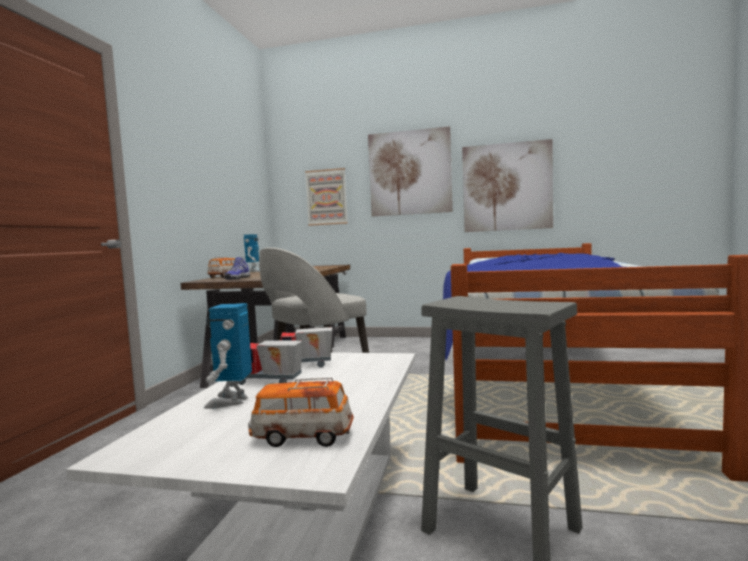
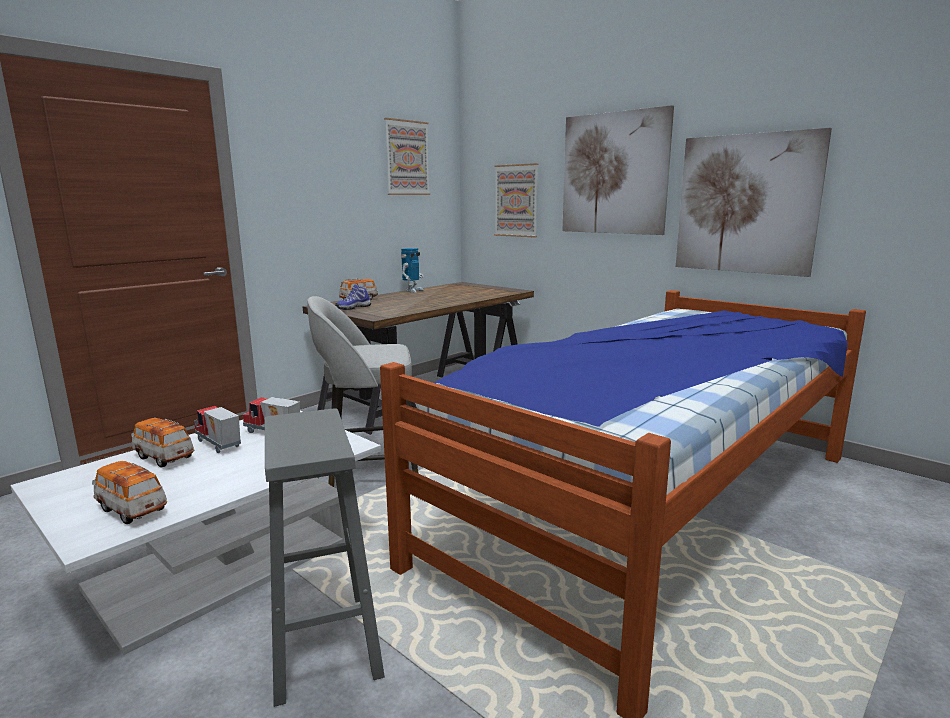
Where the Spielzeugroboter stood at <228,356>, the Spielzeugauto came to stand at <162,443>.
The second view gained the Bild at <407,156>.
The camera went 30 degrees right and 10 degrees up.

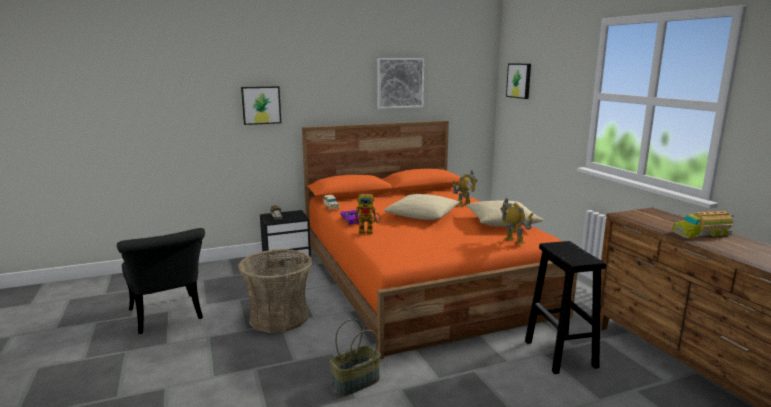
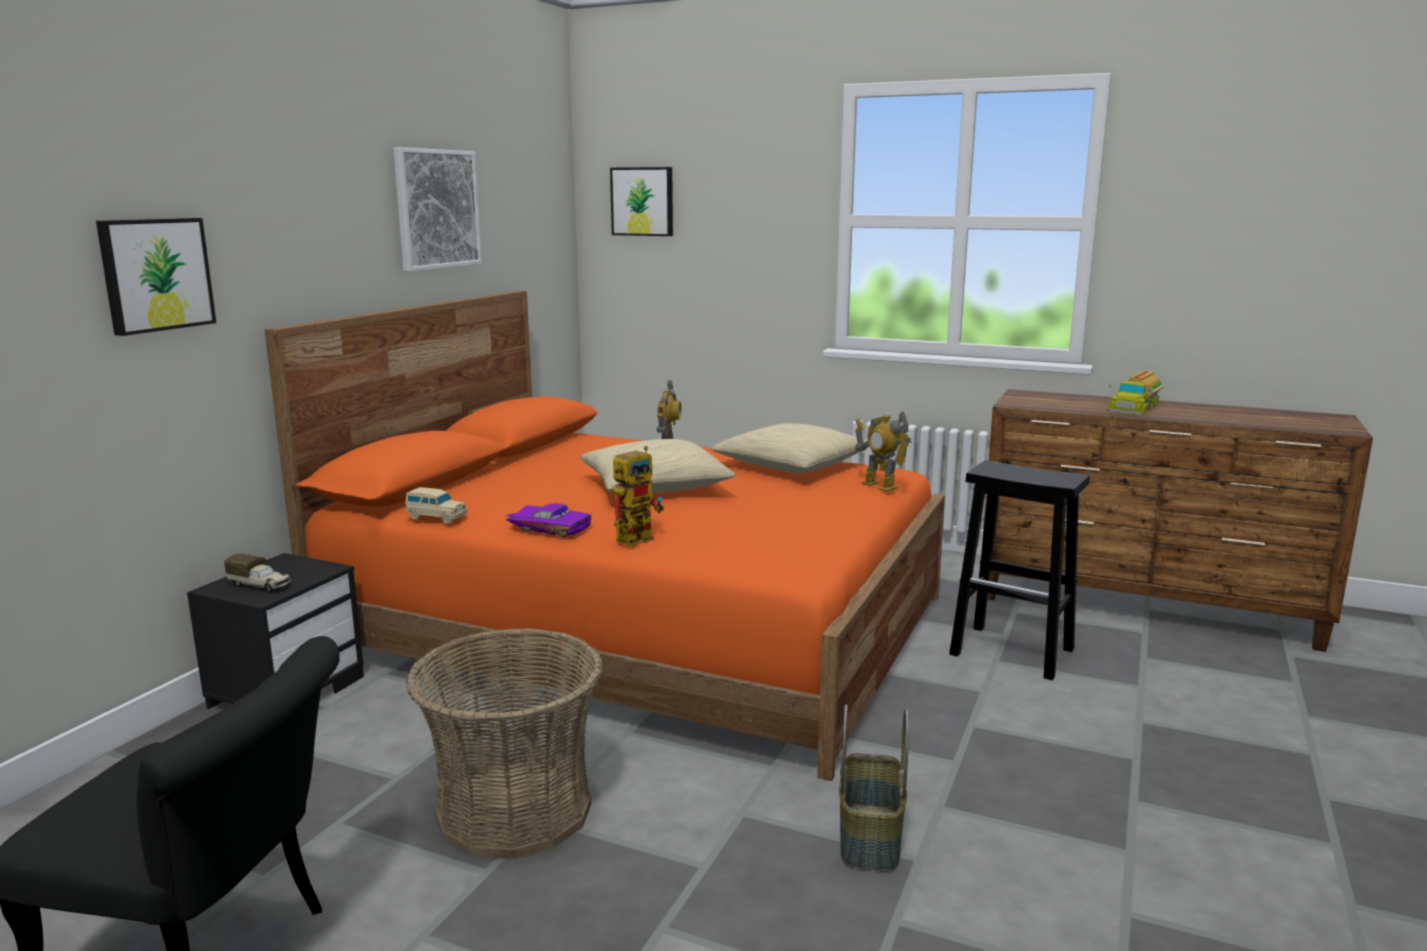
The Spielzeugroboter at <516,220> ended up facing another way, 135 degrees counterclockwise from before.
The camera went 45 degrees left and 0 degrees up.

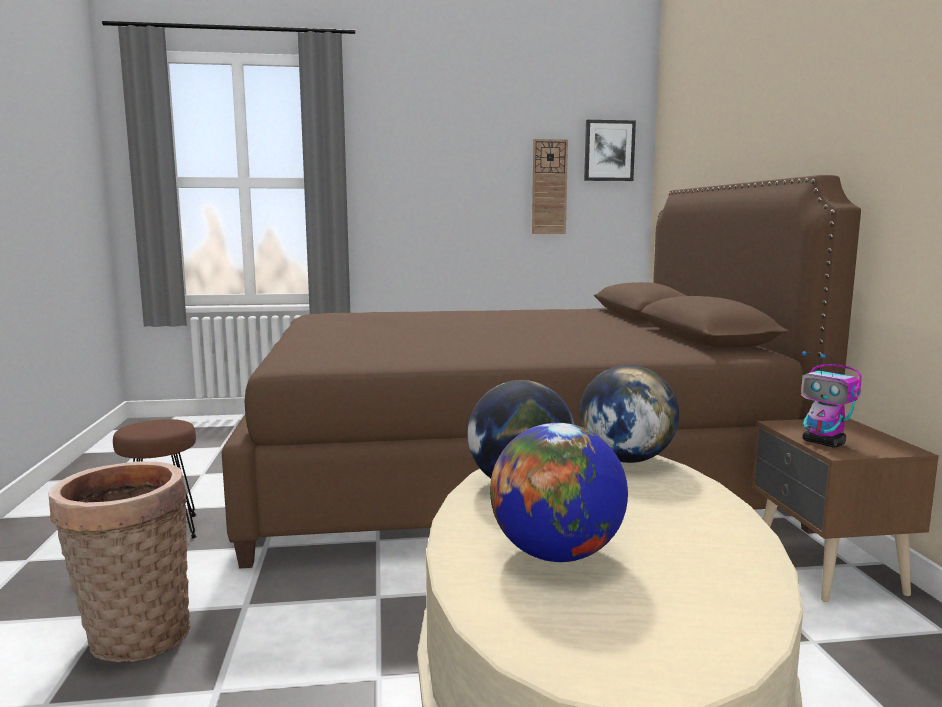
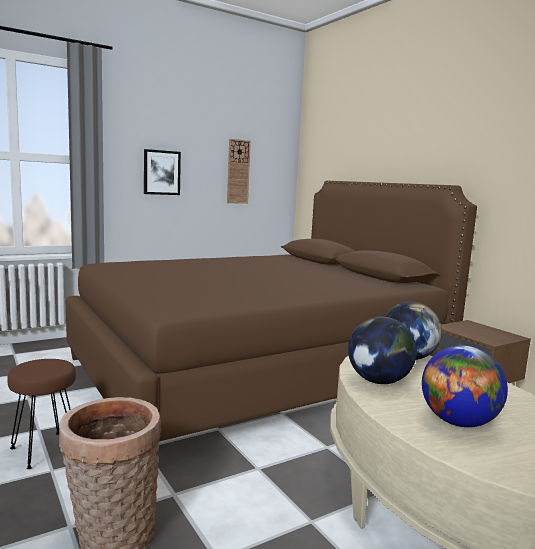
The Bild ended up elsewhere, having gone from <610,150> to <162,172>.
The second view lost the Spielzeugroboter at <831,399>.
The camera went 25 degrees left and 0 degrees up.

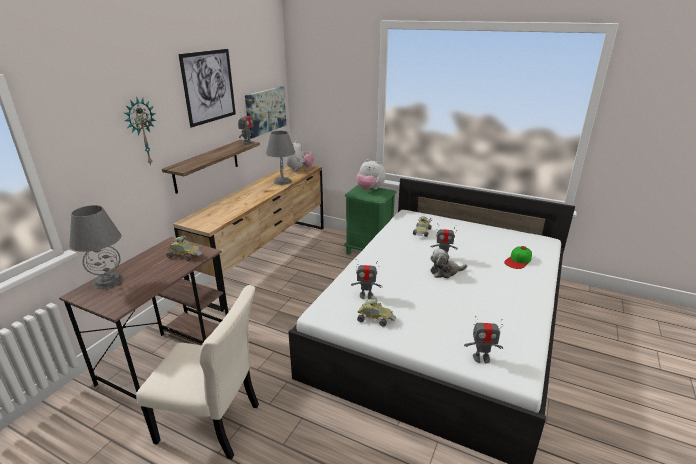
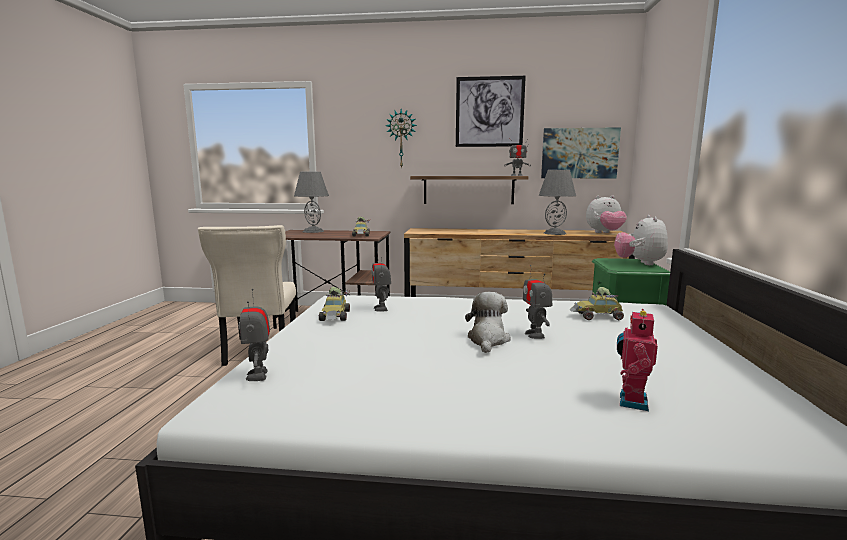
The Plüschtier at <448,263> ended up facing another way, 45 degrees clockwise from before.
Where the Kappe stood at <518,257>, the Spielzeugroboter came to stand at <637,360>.
The camera went 70 degrees right and 15 degrees down.

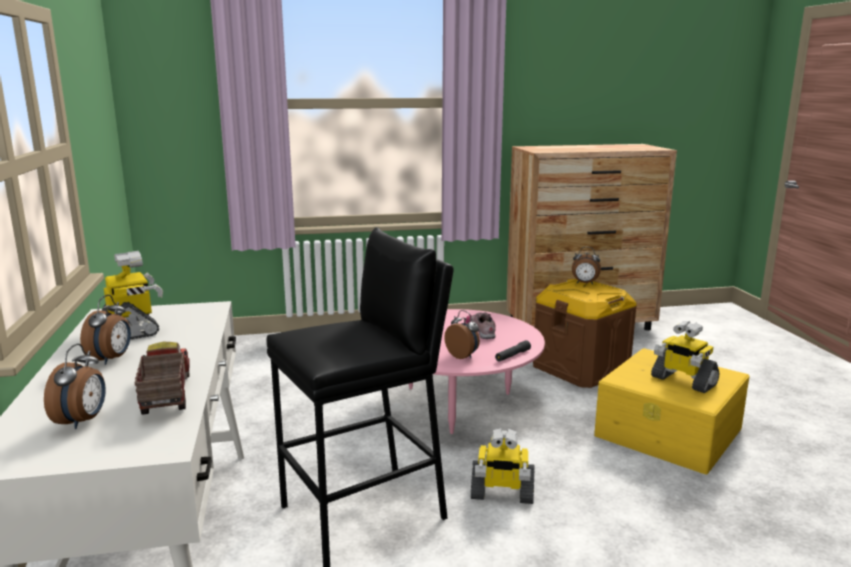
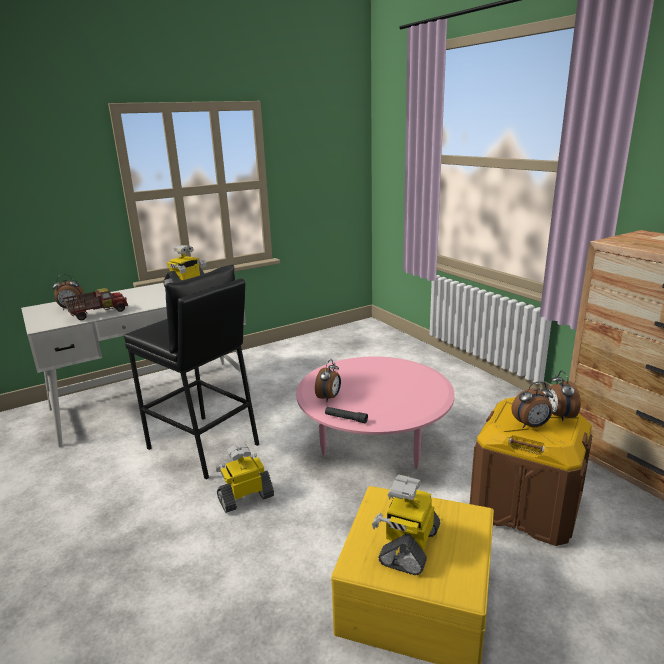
The Spielzeugroboter at <503,466> ended up facing another way, 75 degrees clockwise from before.
The Wecker ended up elsewhere, having gone from <105,330> to <532,404>.
The second view lost the Schuh at <481,325>.
The camera went 70 degrees right and 5 degrees up.

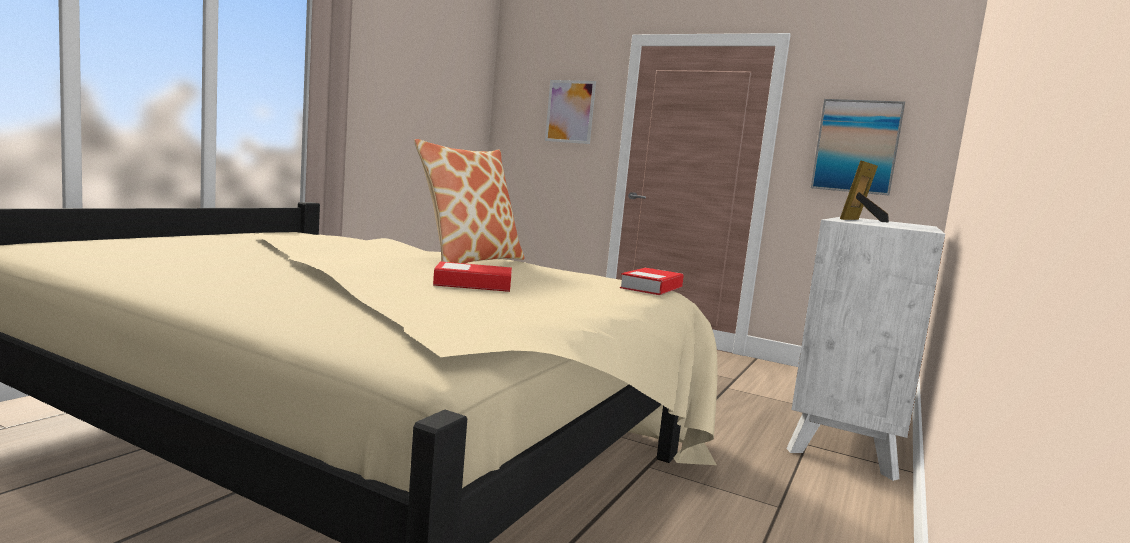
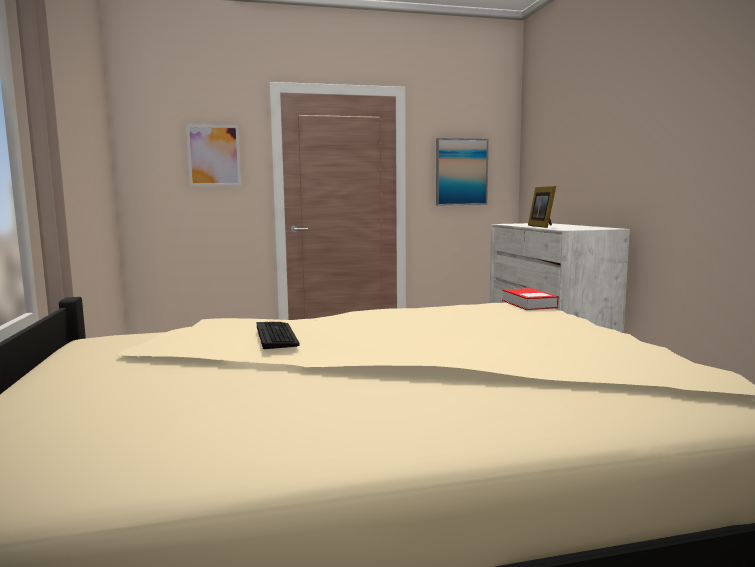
The second view gained the Tastatur at <278,335>.
The second view lost the Kissen at <469,201>.
The second view lost the Buch at <472,276>.
The camera went 40 degrees left and 0 degrees up.

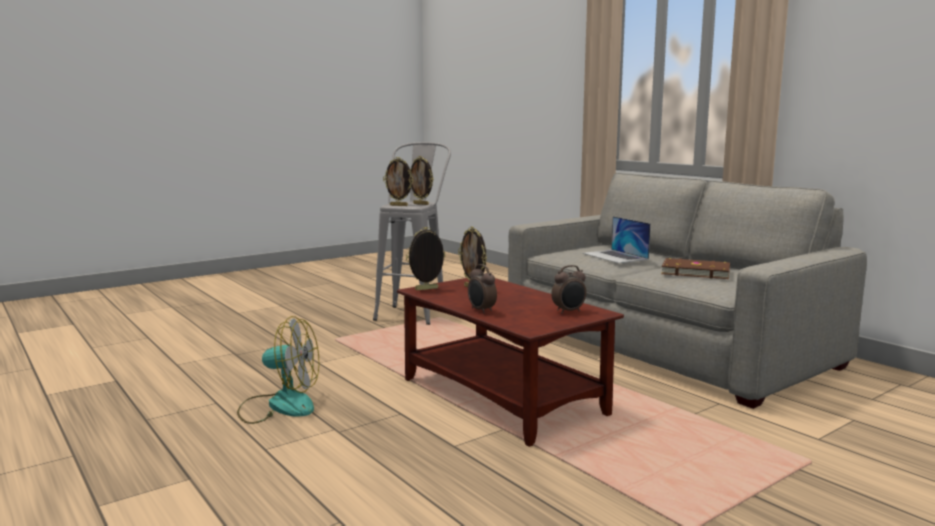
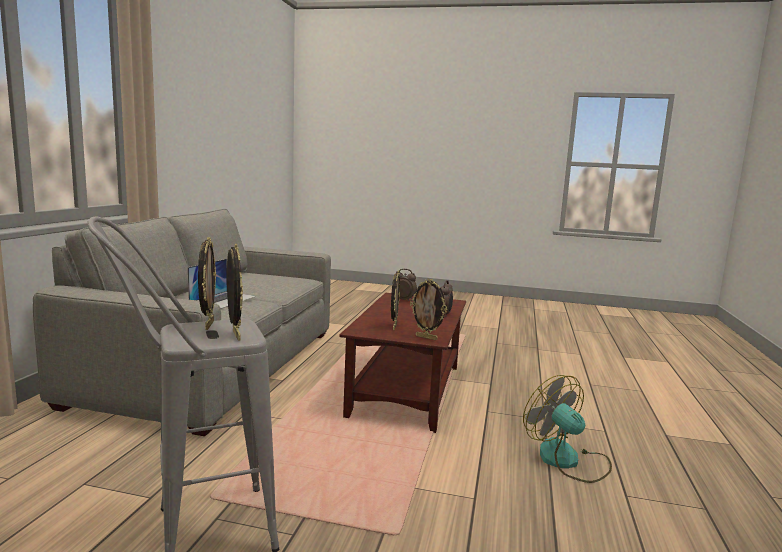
The second view lost the Buch [braun] at <695,268>.
The camera went 130 degrees left and 0 degrees up.

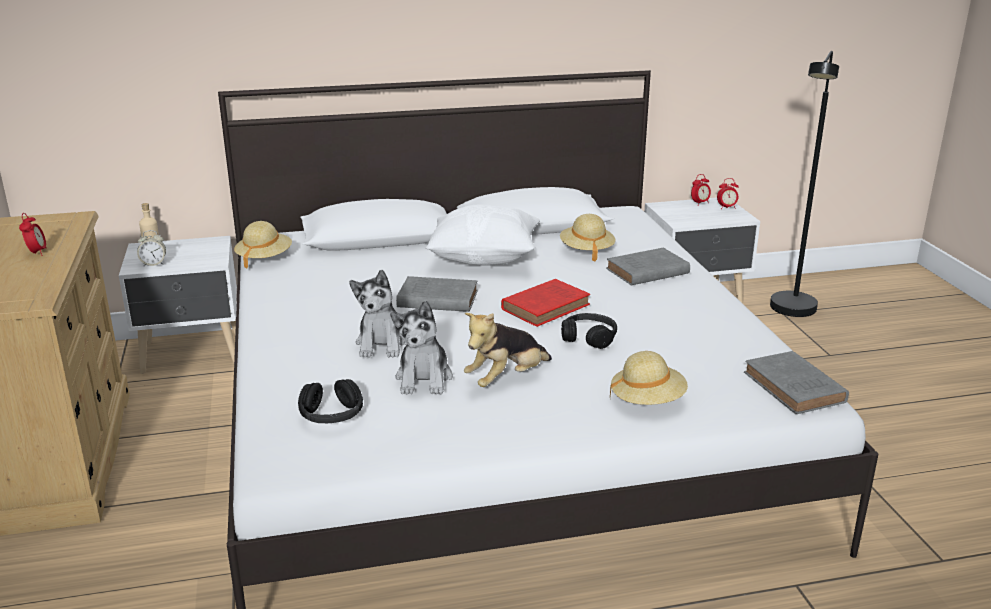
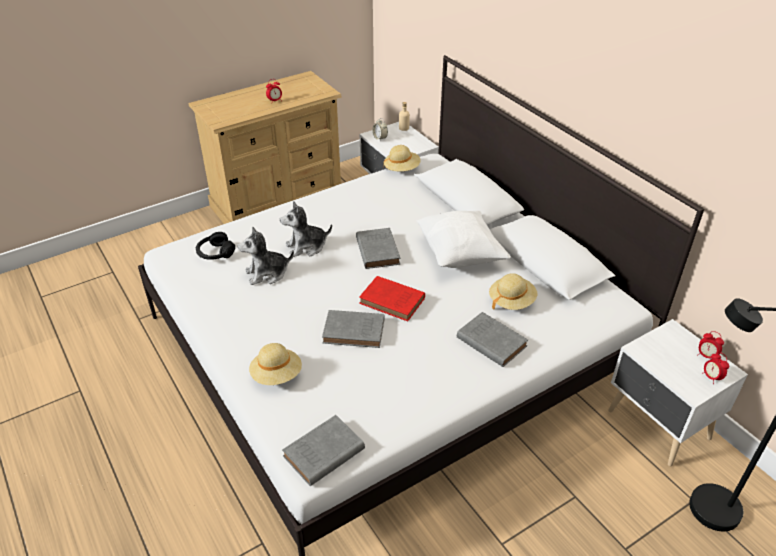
Where the Kopfhörer [schwarz] stood at <589,331>, the Buch [grau] came to stand at <353,329>.
The second view lost the Plüschtier at <508,350>.
The camera went 70 degrees right and 15 degrees up.

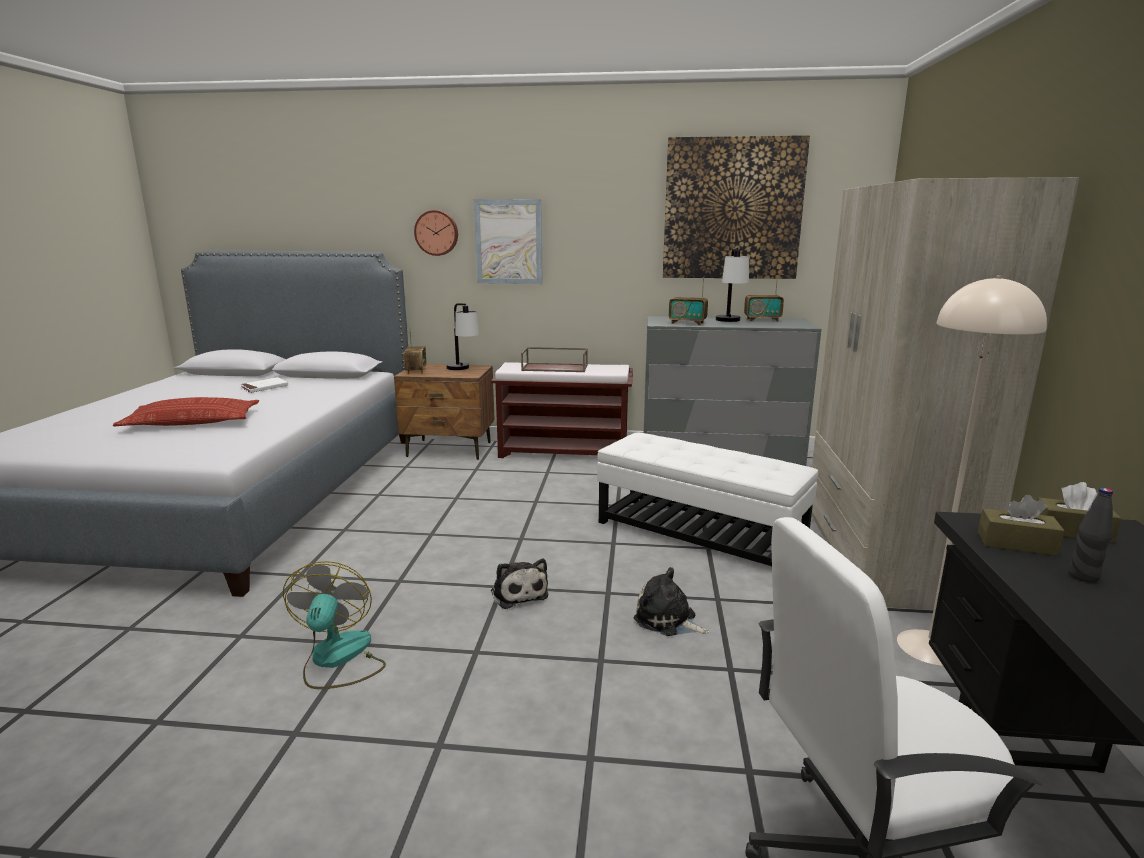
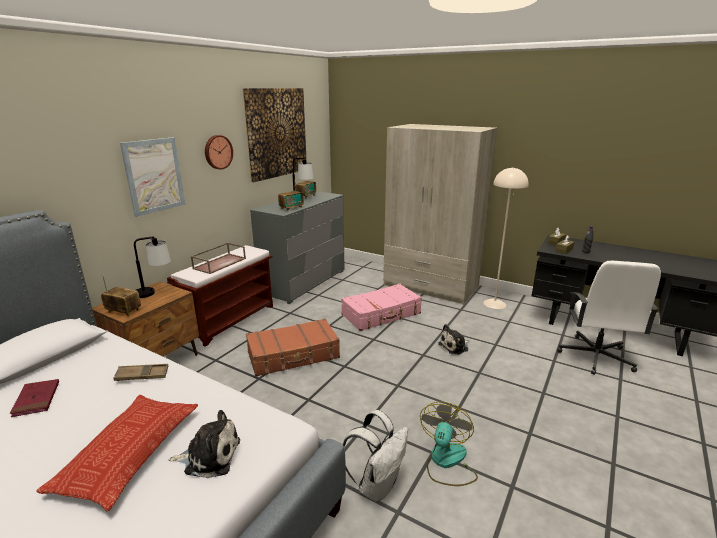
What was the Buch [weiß] at <264,385> turned into the Buch [rot] at <34,398>.
The second view gained the Tablett [braun] at <140,372>.
The Plüschtier ended up elsewhere, having gone from <519,584> to <204,444>.
The Wanduhr ended up elsewhere, having gone from <436,233> to <219,152>.
The second view gained the Koffer [braun] at <293,347>.
Where the Polsterhocker [weiß] stood at <707,499>, the Koffer [rosa] came to stand at <381,307>.
The second view gained the Rucksack [weiß] at <375,456>.
The Ventilator at <334,625> ended up facing another way, 90 degrees clockwise from before.
The camera went 65 degrees left and 5 degrees up.

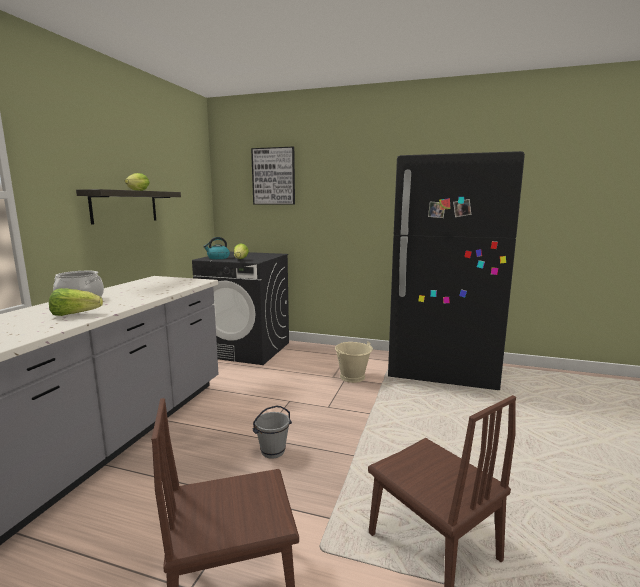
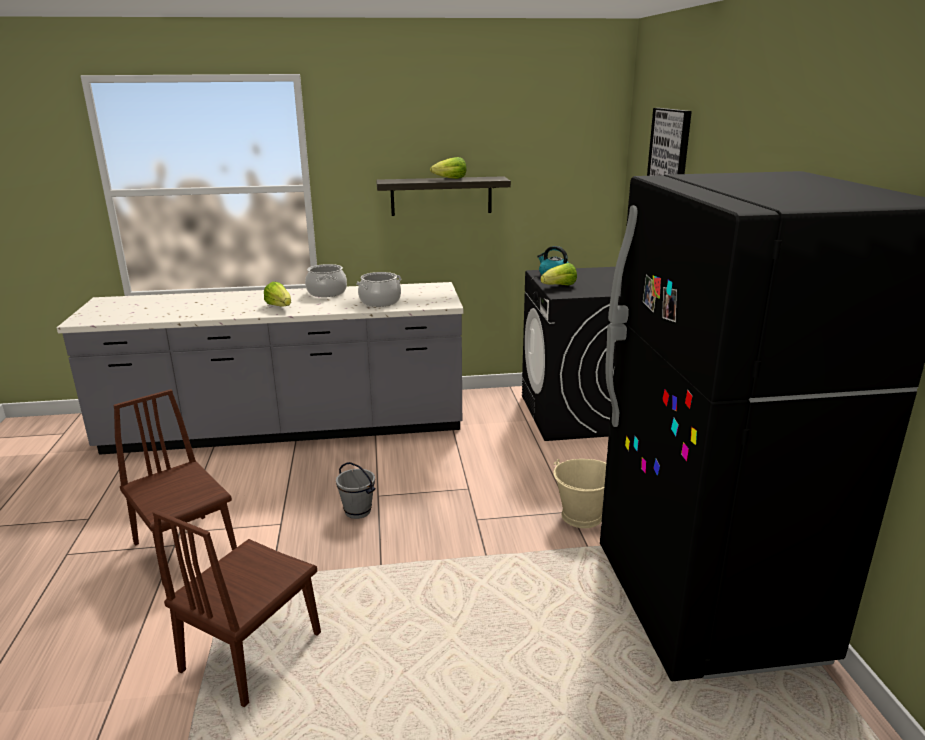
The second view gained the Kochtopf at <378,289>.
The camera went 65 degrees right and 10 degrees up.

